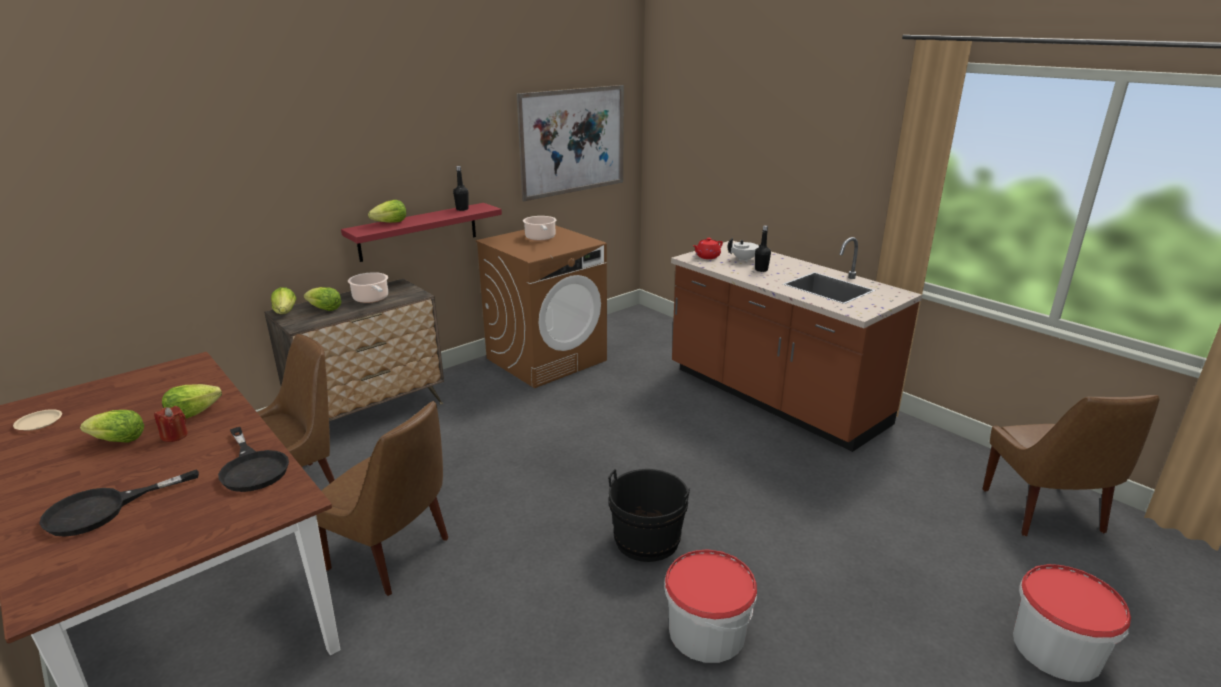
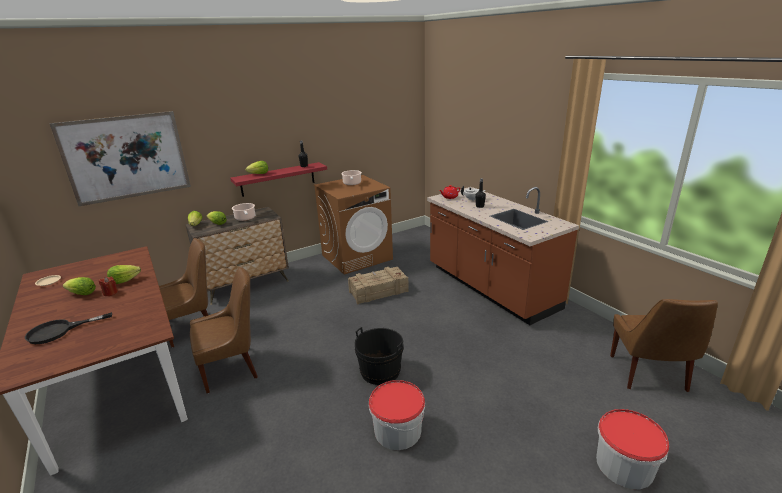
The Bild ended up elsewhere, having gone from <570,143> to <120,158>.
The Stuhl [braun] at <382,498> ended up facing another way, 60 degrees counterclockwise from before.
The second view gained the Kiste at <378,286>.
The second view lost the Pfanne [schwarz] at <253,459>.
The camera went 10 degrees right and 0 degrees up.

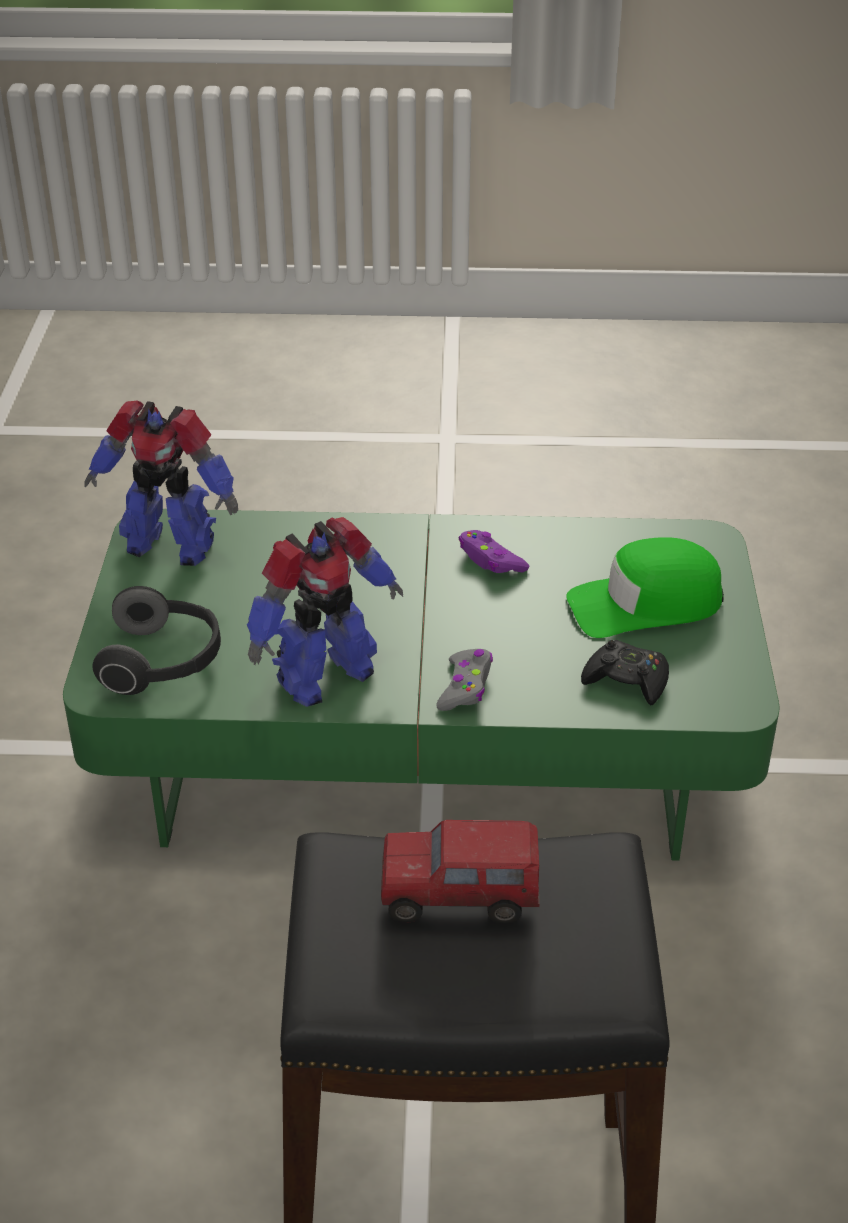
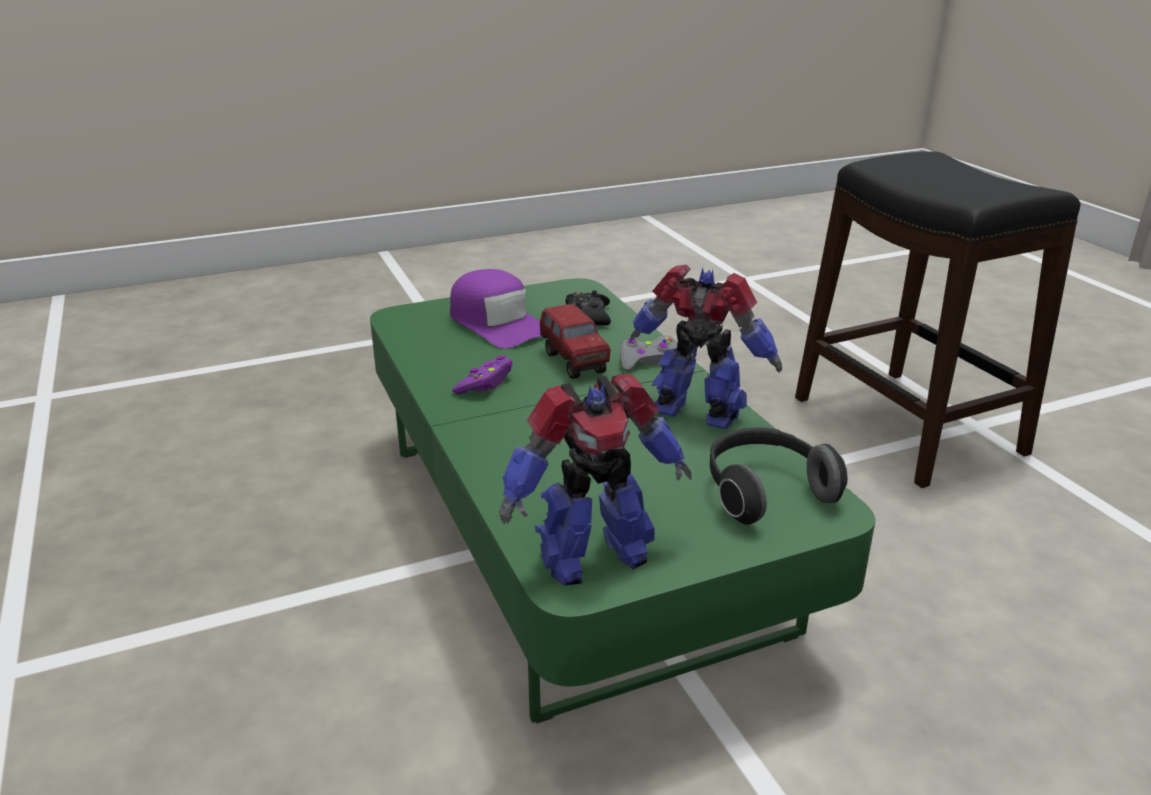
What was the Kappe [grün] at <645,587> turned into the Kappe [lila] at <496,309>.
The Spielzeugroboter at <161,483> ended up facing another way, 75 degrees clockwise from before.
The Spielzeuglaster ended up elsewhere, having gone from <460,872> to <575,341>.
The camera went 115 degrees left and 10 degrees down.

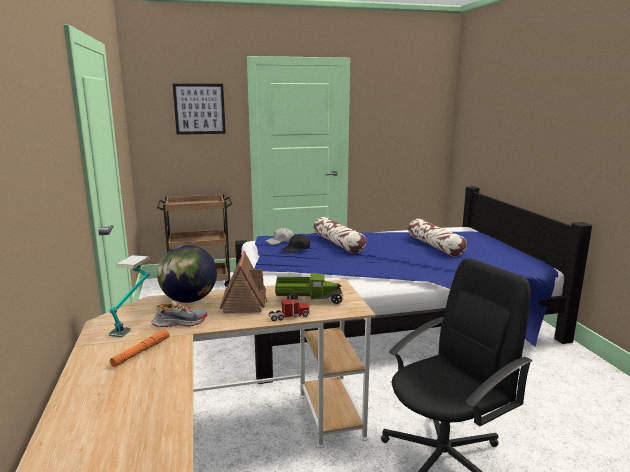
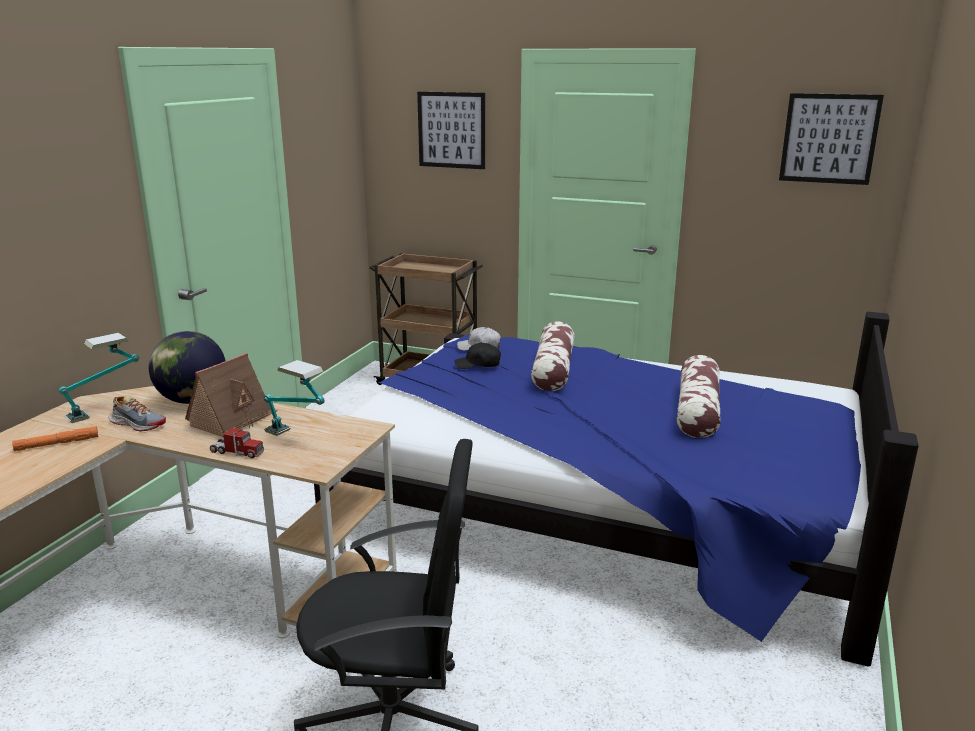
Where the Spielzeuglaster stood at <309,288>, the Tischlampe came to stand at <294,398>.
The second view gained the Bild at <831,139>.
The camera went 35 degrees right and 5 degrees up.

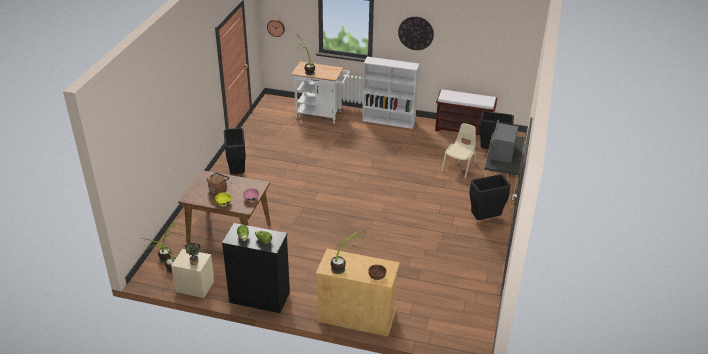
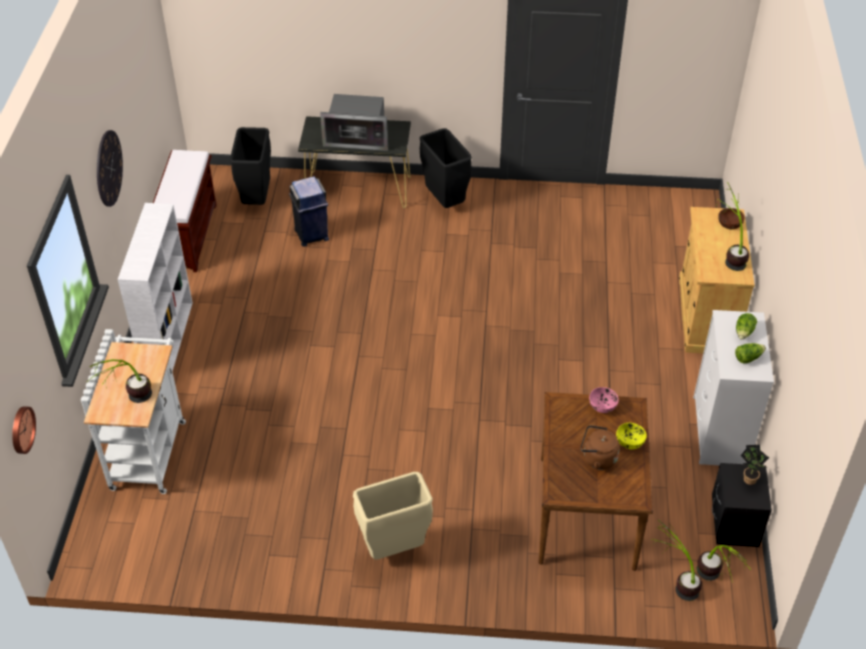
Where the Stuhl [beige] stood at <458,151>, the Mülleimer [blau] came to stand at <309,212>.
What was the Mülleimer [schwarz] at <235,151> turned into the Mülleimer [beige] at <393,516>.
What was the Kommode [schwarz] at <256,268> turned into the Kommode [weiß] at <733,387>.
What was the Nachttisch [beige] at <192,273> turned into the Nachttisch [schwarz] at <742,505>.
The camera went 100 degrees left and 10 degrees up.

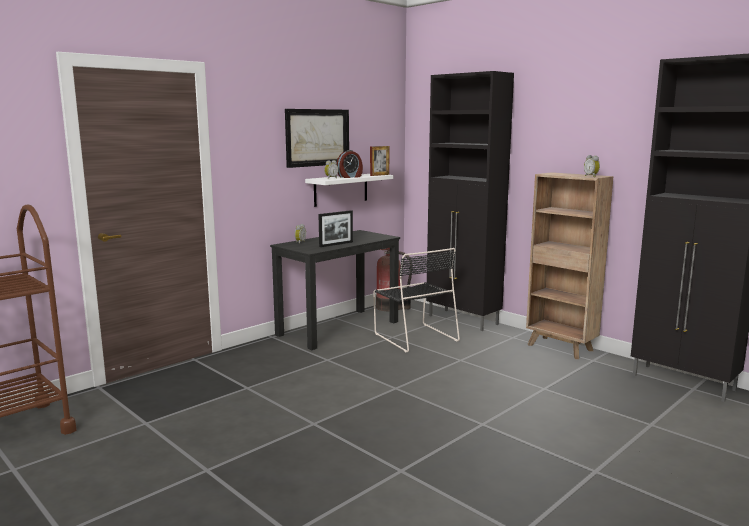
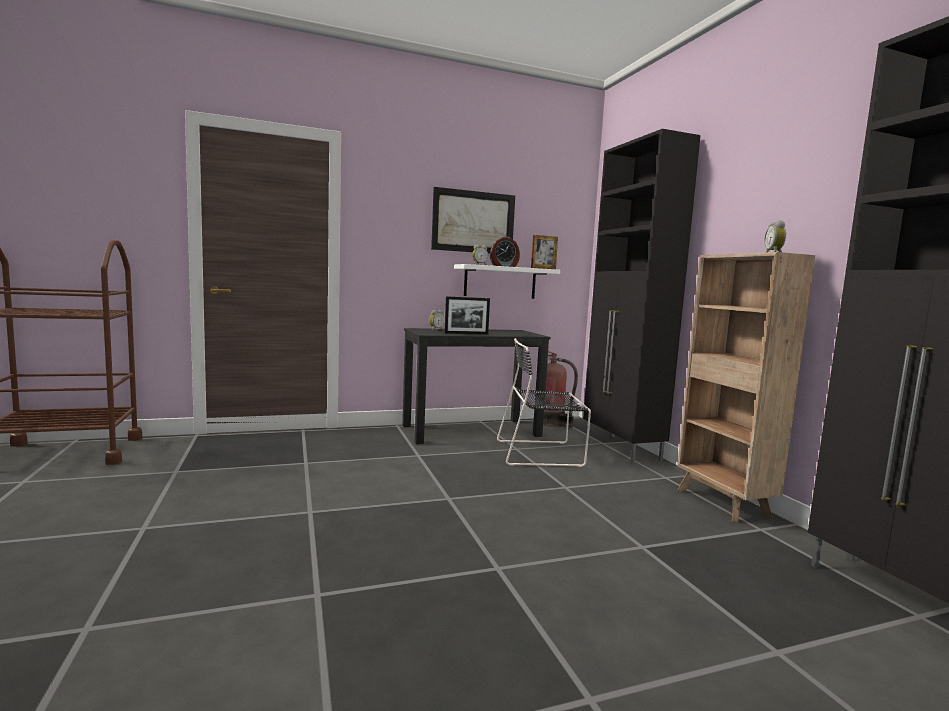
The Stuhl [schwarz] at <416,300> ended up facing another way, 90 degrees clockwise from before.
The camera went 25 degrees right and 5 degrees down.

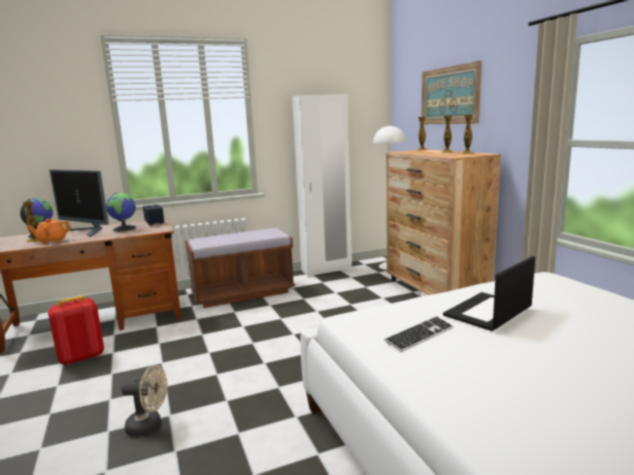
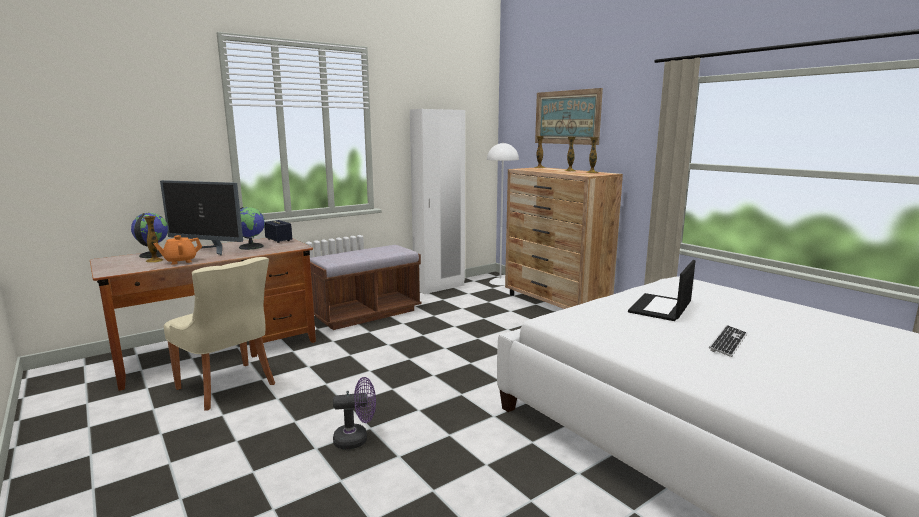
Where the Rucksack [rot] stood at <76,330>, the Stuhl [beige] came to stand at <219,333>.
What was the Ventilator [beige] at <144,400> turned into the Ventilator [lila] at <354,413>.
The Tastatur ended up elsewhere, having gone from <419,334> to <728,341>.
The camera went 15 degrees left and 0 degrees up.

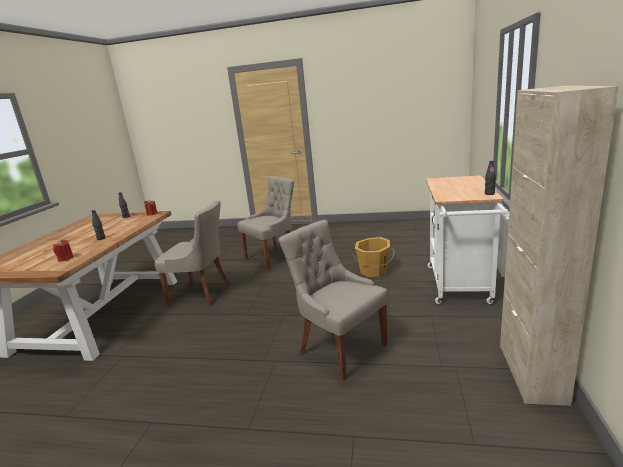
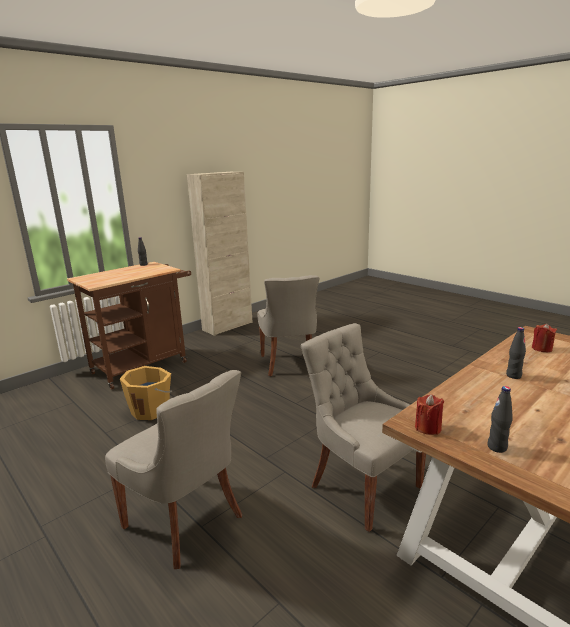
What was the Rollwagen [weiß] at <467,239> turned into the Rollwagen [braun] at <129,326>.
The Stuhl [grau] at <265,223> ended up facing another way, 135 degrees counterclockwise from before.
The camera went 145 degrees left and 0 degrees up.

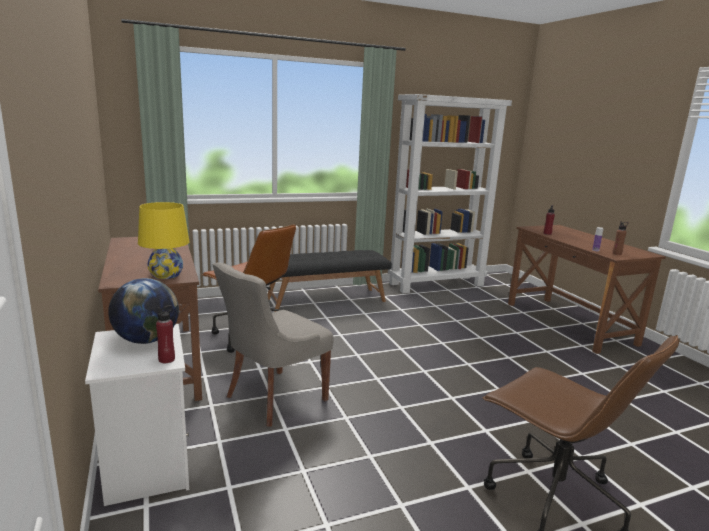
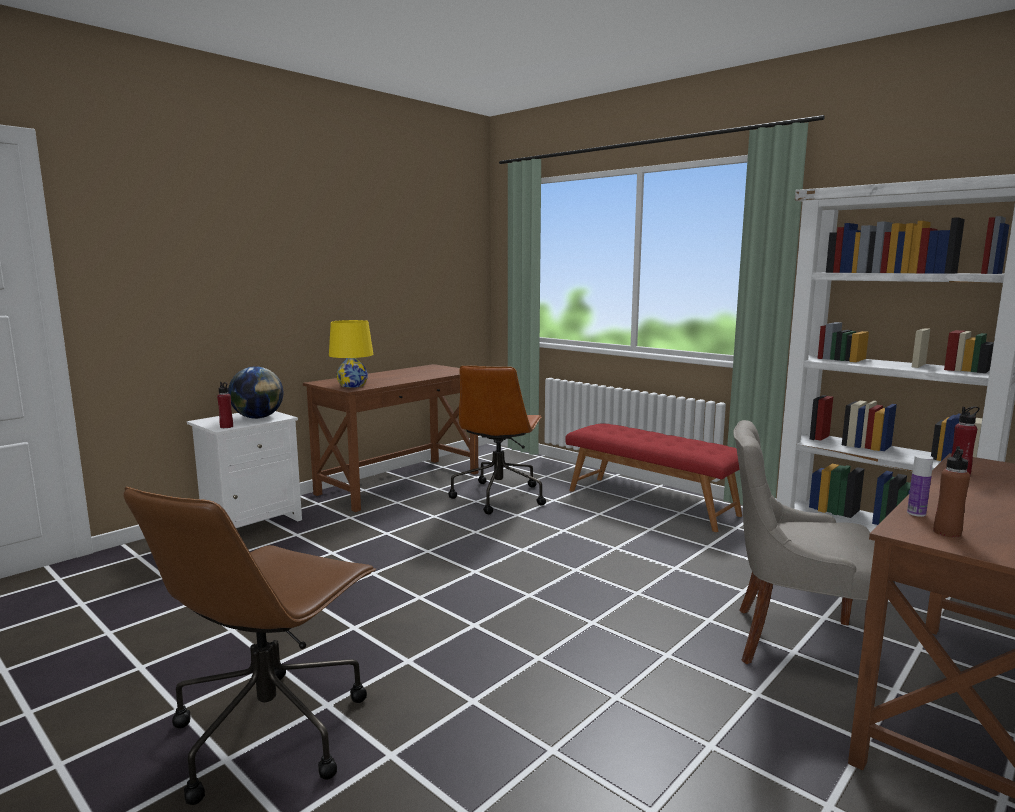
What was the Bank [schwarz] at <329,281> turned into the Bank [rot] at <653,477>.
The Stuhl [grau] ended up elsewhere, having gone from <273,344> to <804,542>.
The camera went 65 degrees right and 5 degrees down.

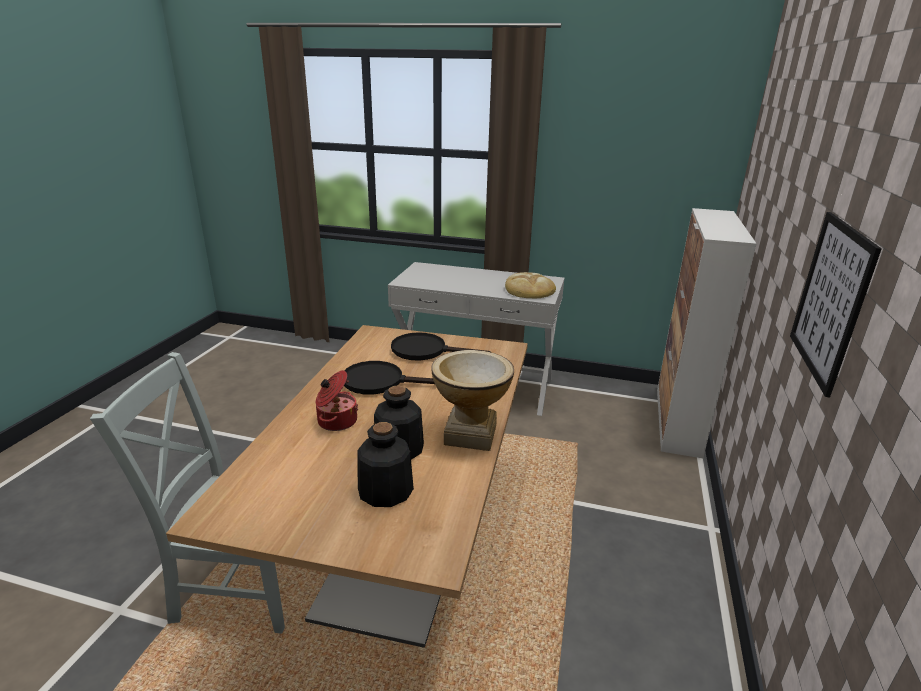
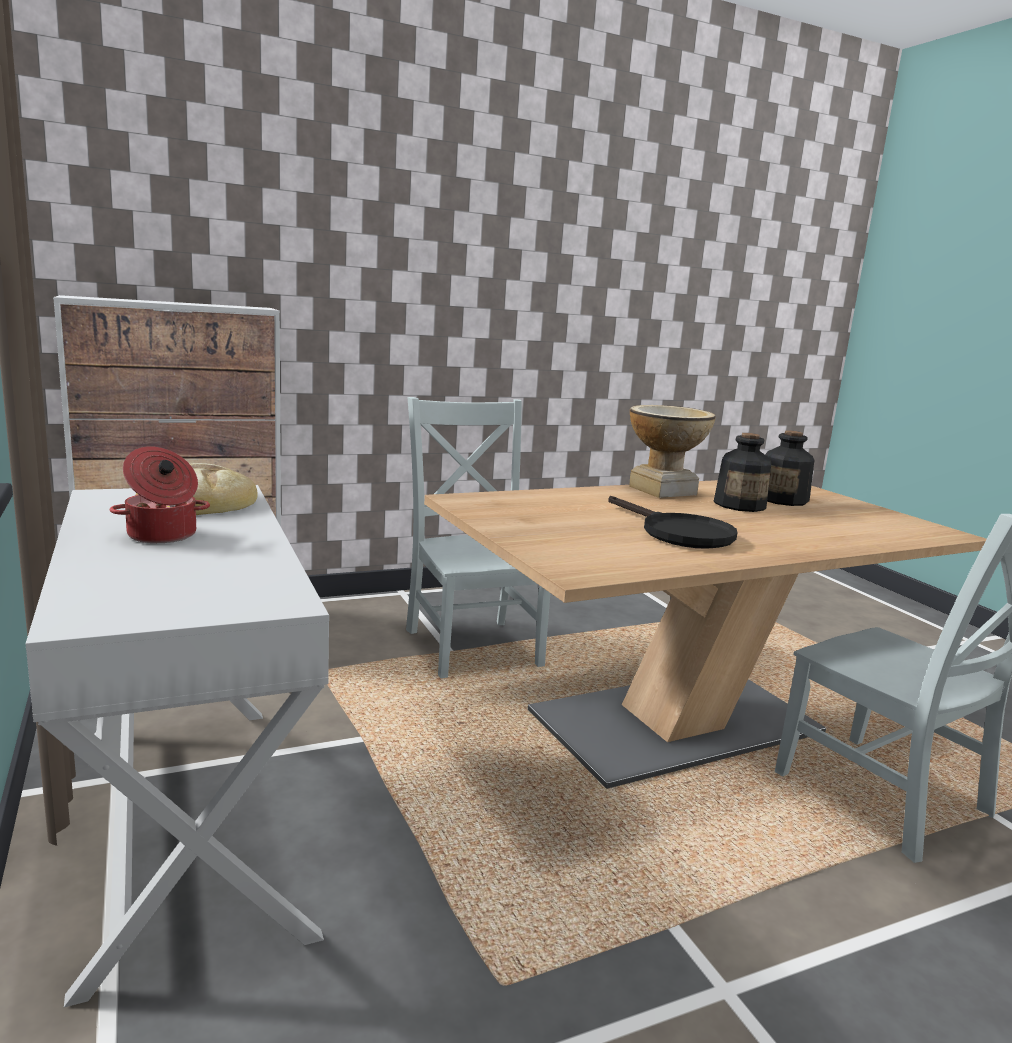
The Kochtopf ended up elsewhere, having gone from <337,400> to <160,494>.
The second view gained the Stuhl [grau] at <478,537>.
The second view lost the Pfanne [schwarz] at <441,346>.
The second view lost the Bild at <836,305>.
The camera went 130 degrees left and 10 degrees down.

